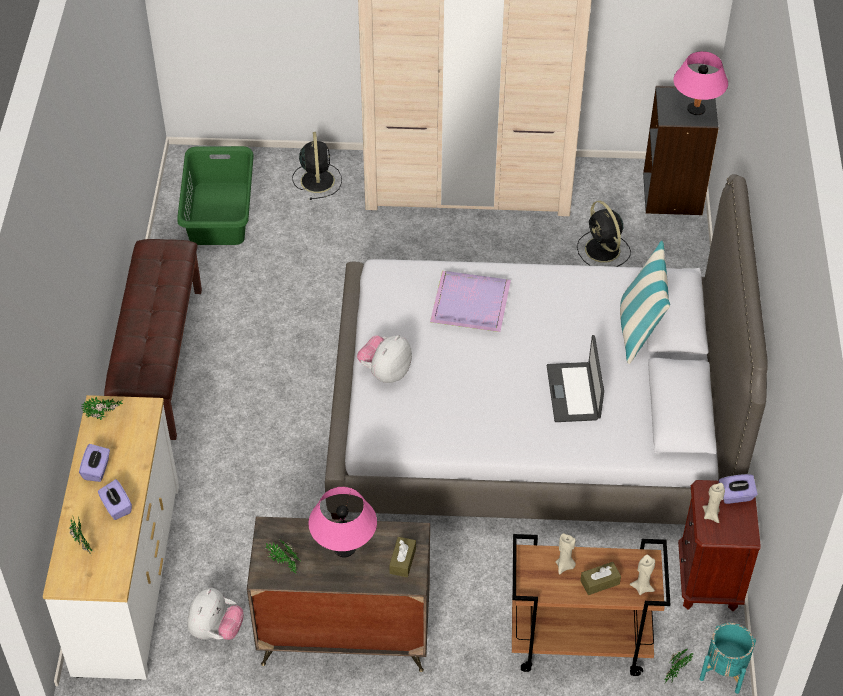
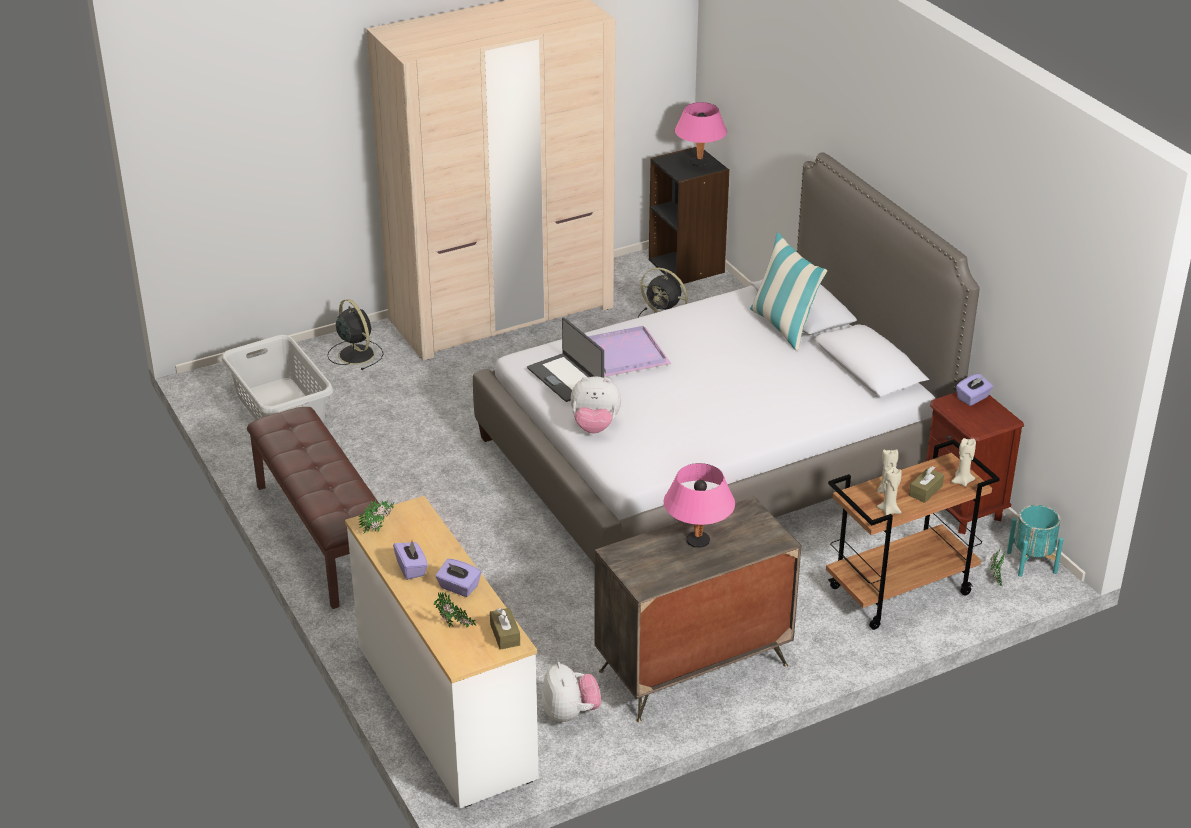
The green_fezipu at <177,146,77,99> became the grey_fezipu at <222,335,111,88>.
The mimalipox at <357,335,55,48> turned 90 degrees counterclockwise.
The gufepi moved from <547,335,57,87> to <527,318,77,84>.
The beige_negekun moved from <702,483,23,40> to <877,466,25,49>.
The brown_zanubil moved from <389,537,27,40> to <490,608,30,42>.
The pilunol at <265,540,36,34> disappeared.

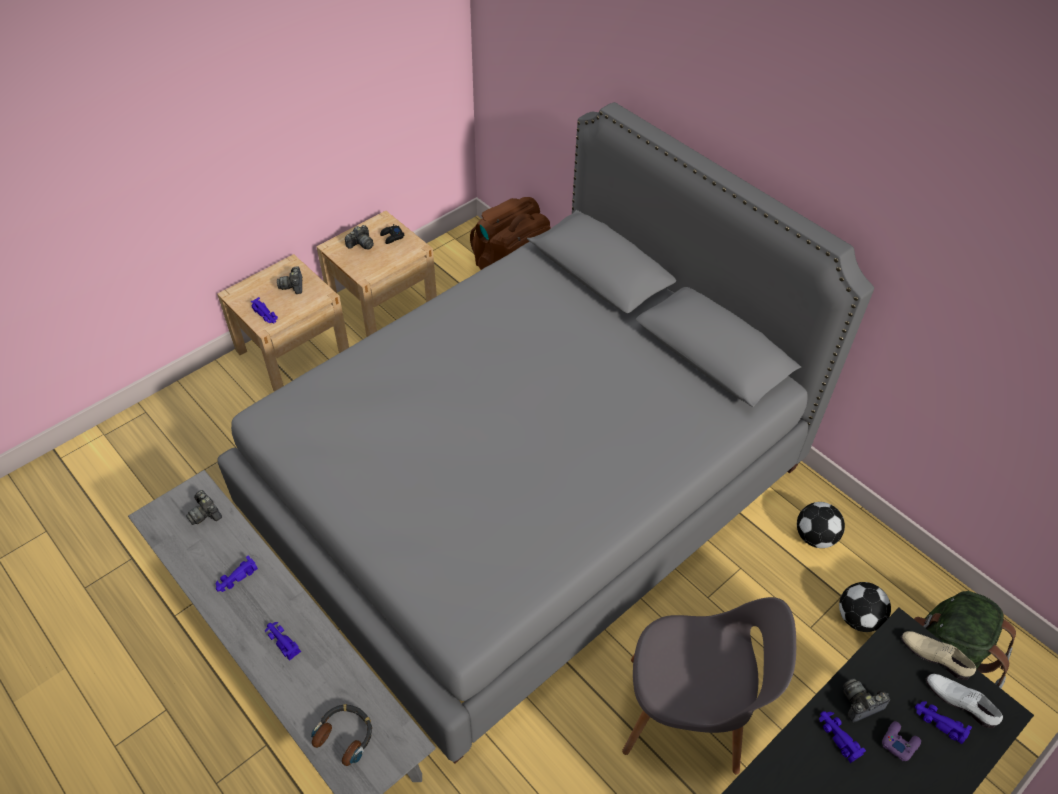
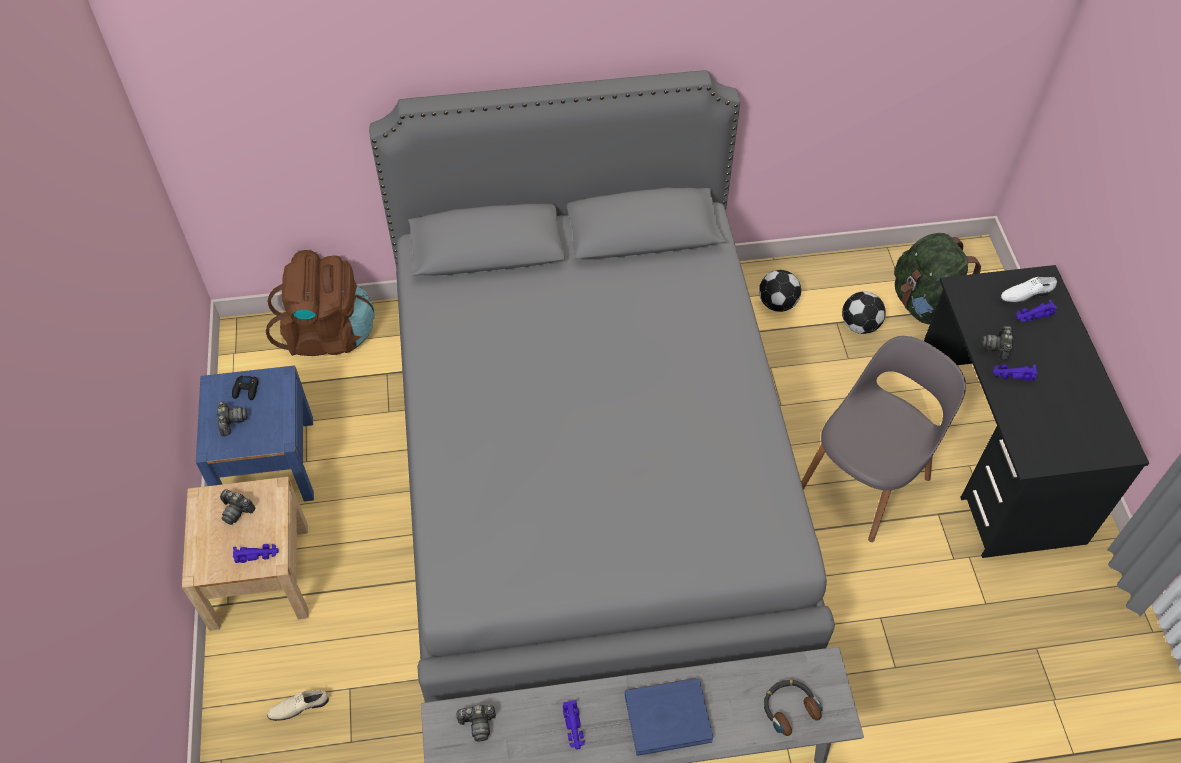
The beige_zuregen at <317,211,120,126> became the blue_zuregen at <196,365,118,136>.
The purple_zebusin at <265,622,36,39> was replaced by the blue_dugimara at <625,678,88,78>.
The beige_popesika moved from <901,631,75,49> to <267,690,62,31>.
The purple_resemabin at <882,721,39,40> disappeared.

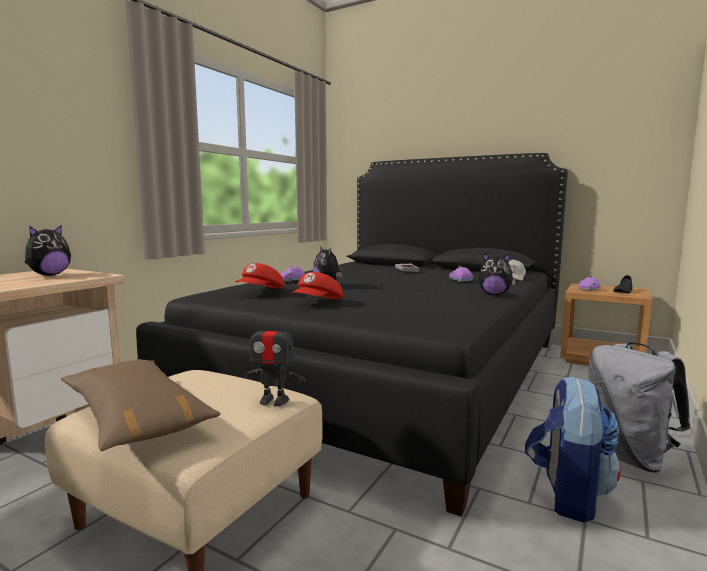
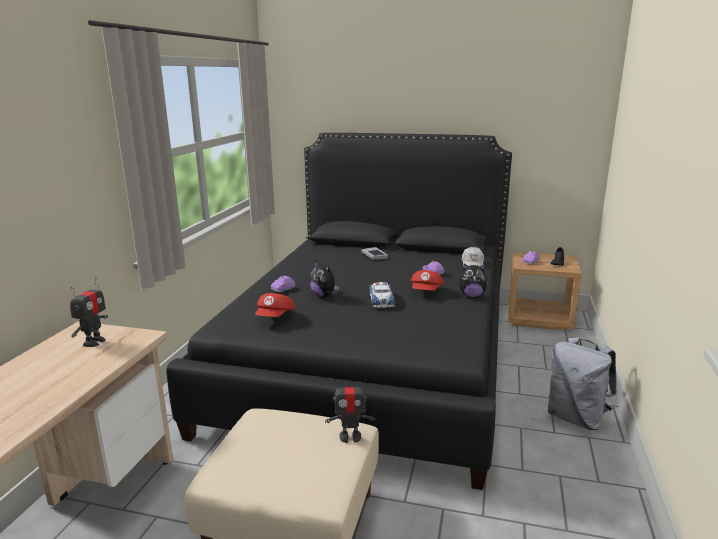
The mimalipox at <25,225,46,51> was replaced by the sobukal at <70,277,38,70>.
The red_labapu moved from <292,272,51,27> to <411,270,33,21>.
The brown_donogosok at <61,359,160,92> disappeared.
The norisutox at <525,375,96,147> disappeared.
The zebusin at <369,282,26,26> appeared.

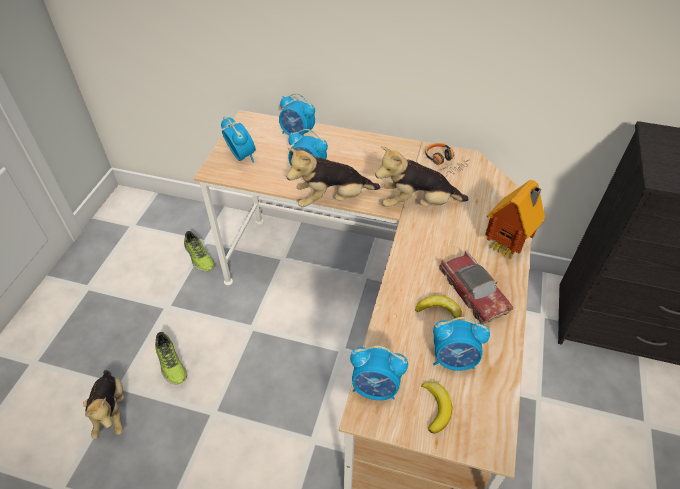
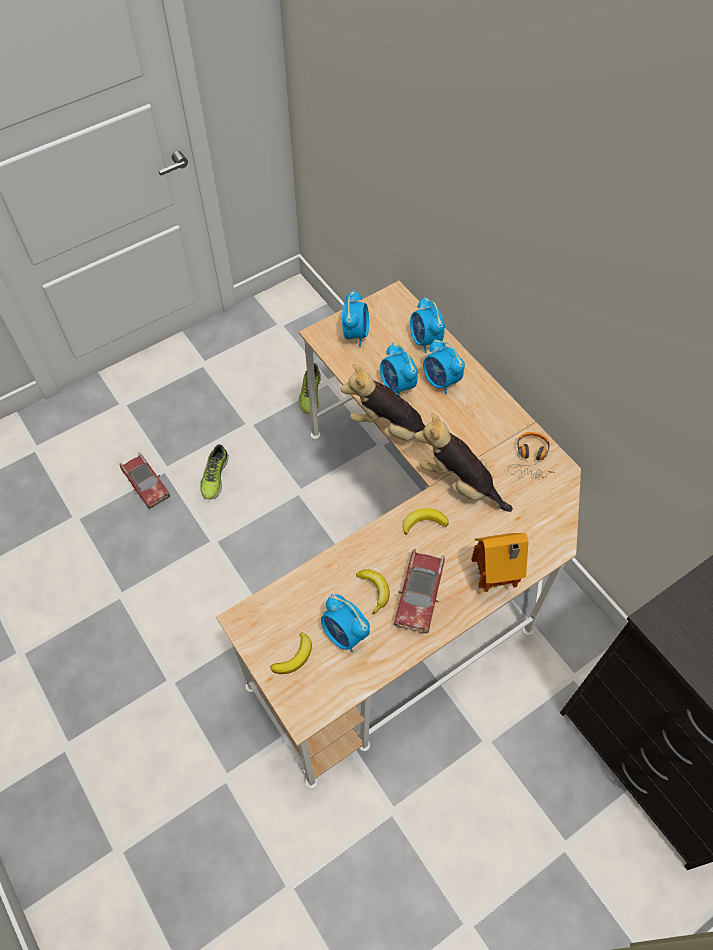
The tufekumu moved from <350,346,58,54> to <423,339,42,56>.
The mimalipox at <83,370,41,69> was replaced by the zebusin at <120,453,50,56>.
The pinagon at <403,508,46,27> appeared.

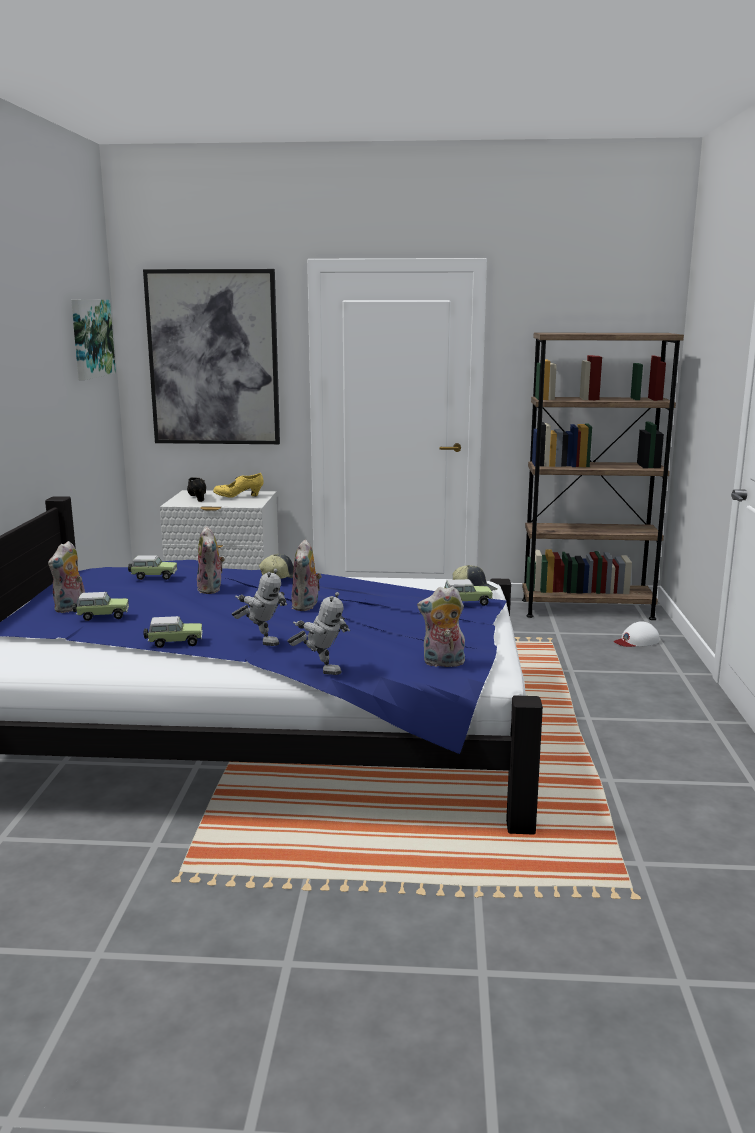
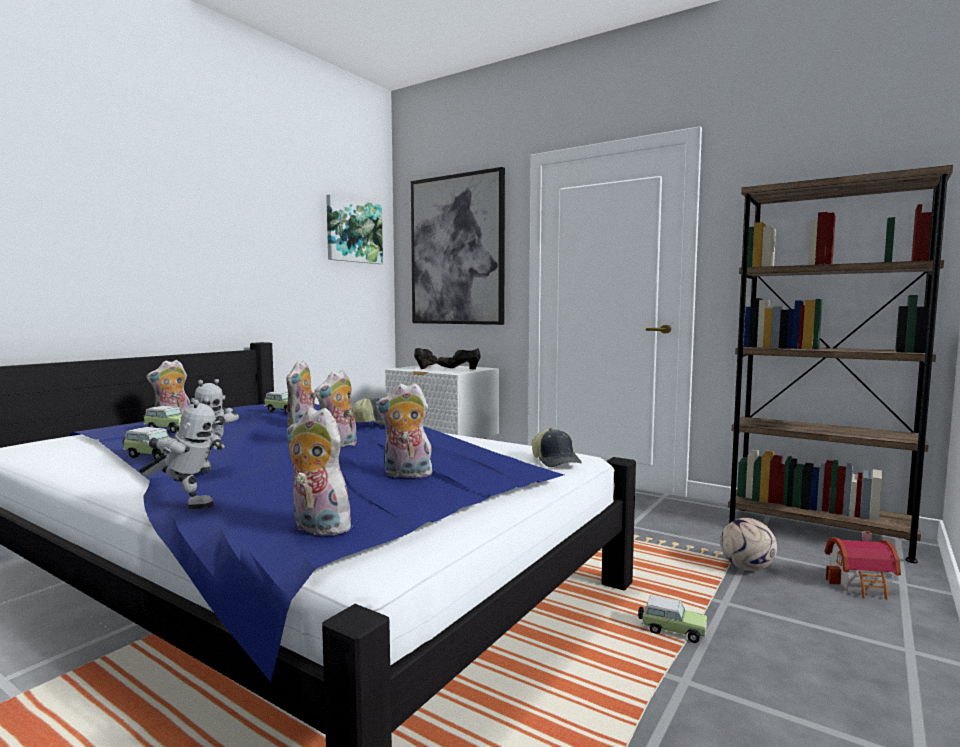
The yellow_popesika at <213,473,51,25> became the black_popesika at <437,348,44,21>.
The zebusin moved from <444,579,49,27> to <638,595,69,48>.
The sobukal at <287,592,63,83> turned 45 degrees counterclockwise.
The white_labapu at <614,621,45,26> was replaced by the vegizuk at <825,531,76,69>.
The mimalipox at <376,383,56,95> appeared.
The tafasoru at <720,518,57,53> appeared.

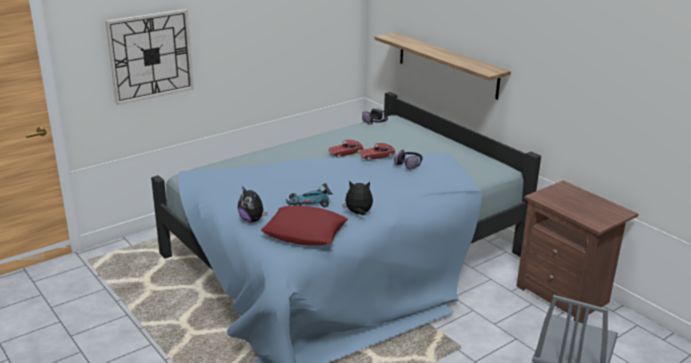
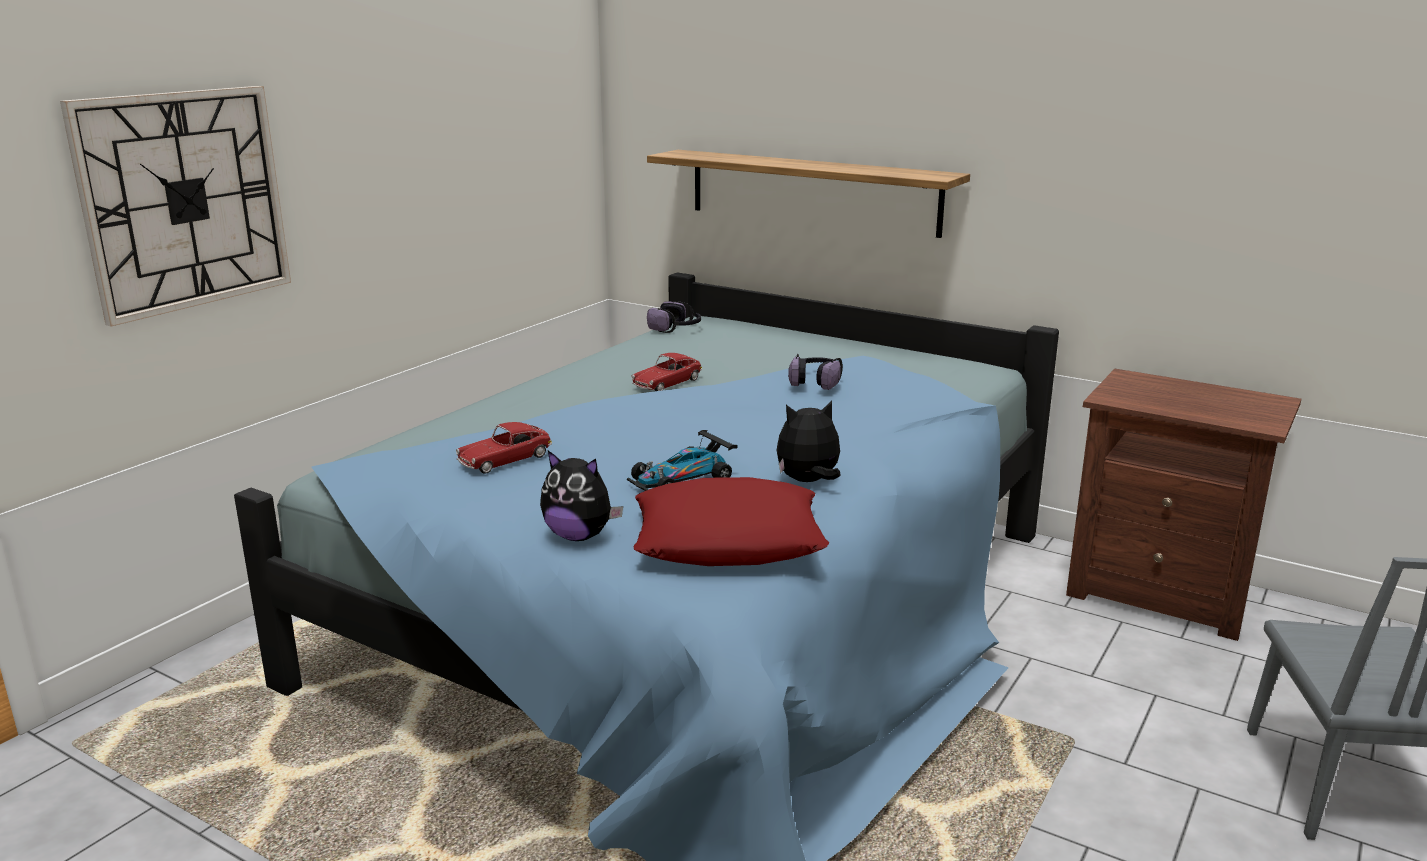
The zebusin moved from <359,143,37,18> to <456,422,96,52>.

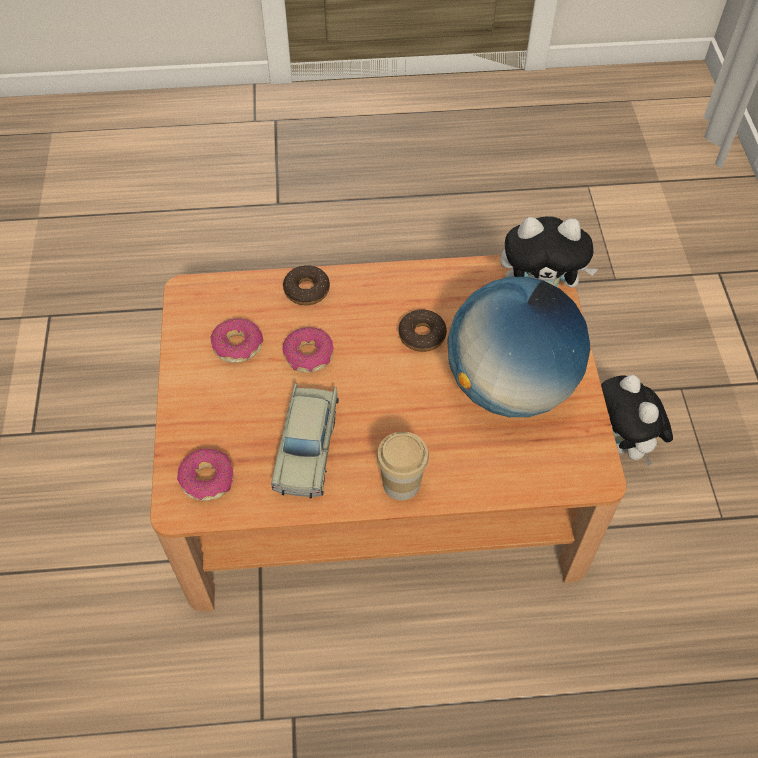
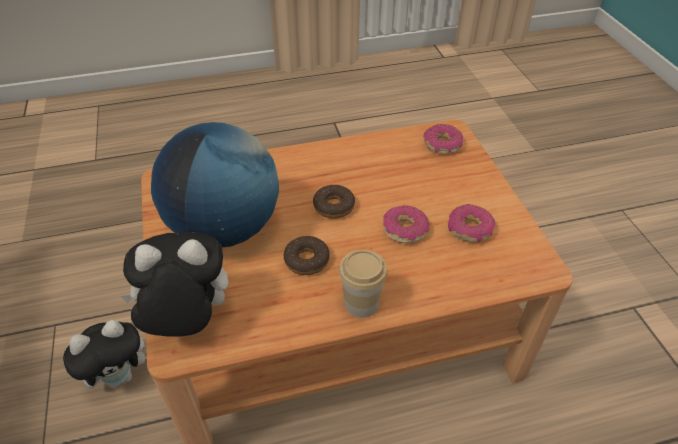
The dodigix moved from <283,265,47,40> to <313,185,42,34>.
The mimalipox at <601,375,72,91> turned 90 degrees clockwise.
The beige_zebusin at <271,383,68,116> disappeared.
The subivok moved from <377,431,52,69> to <339,250,49,68>.

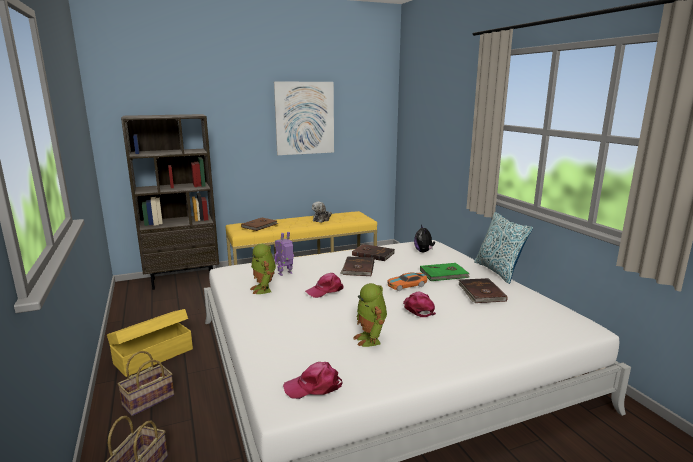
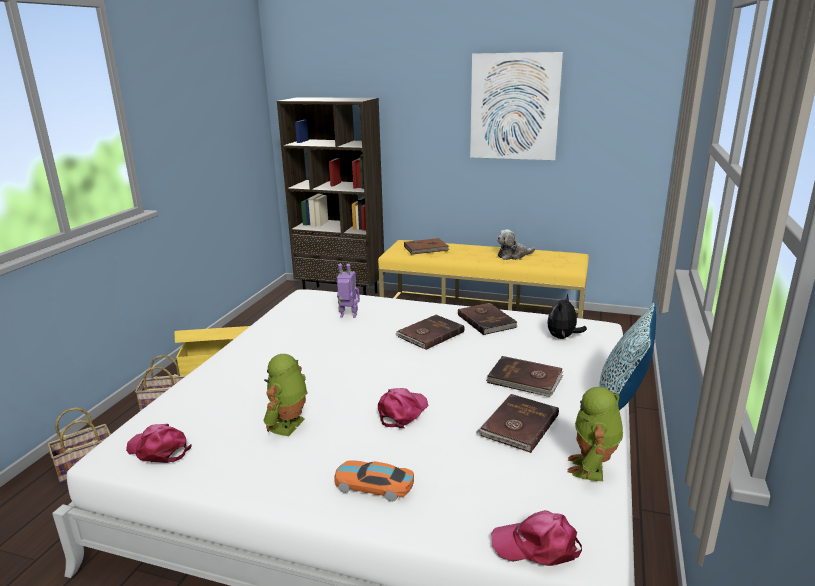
The sobukal moved from <250,244,26,50> to <568,387,55,94>.
The green_dugimara at <420,263,50,18> became the brown_dugimara at <486,356,77,41>.
The pink_labapu moved from <305,273,39,25> to <491,510,91,56>.
The zebusin moved from <387,273,40,18> to <334,460,80,42>.

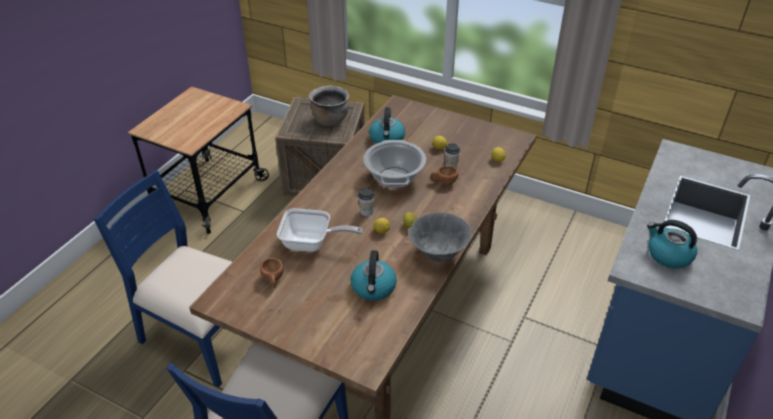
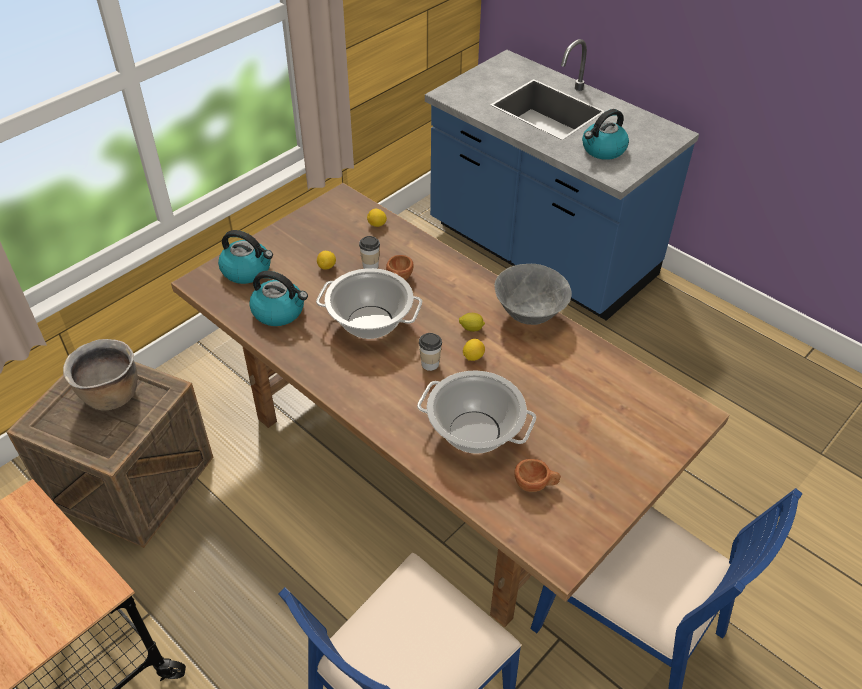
The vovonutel at <277,208,86,44> was replaced by the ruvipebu at <417,370,119,84>.
The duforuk moved from <351,250,46,51> to <218,230,55,54>.

